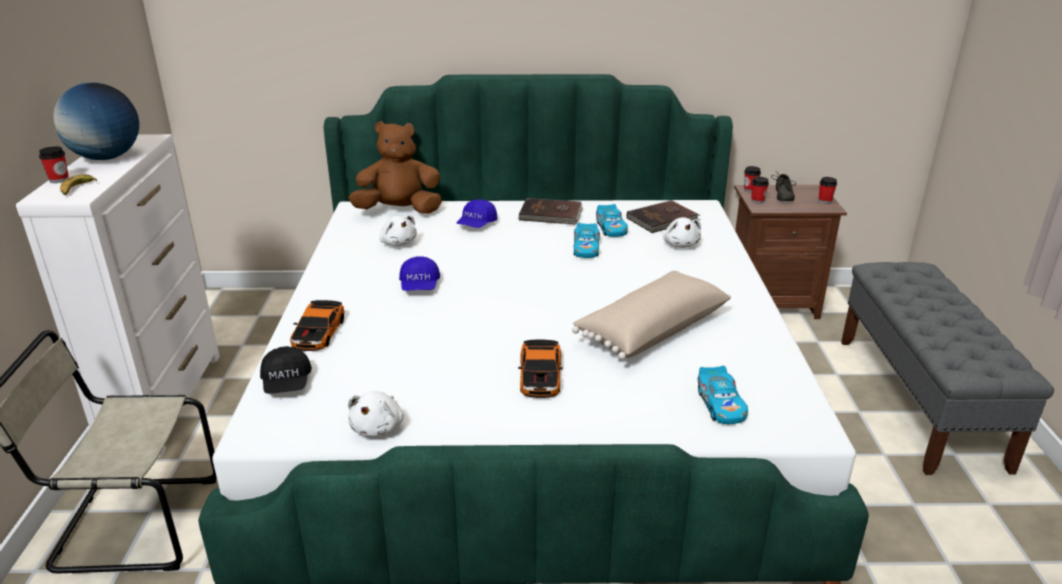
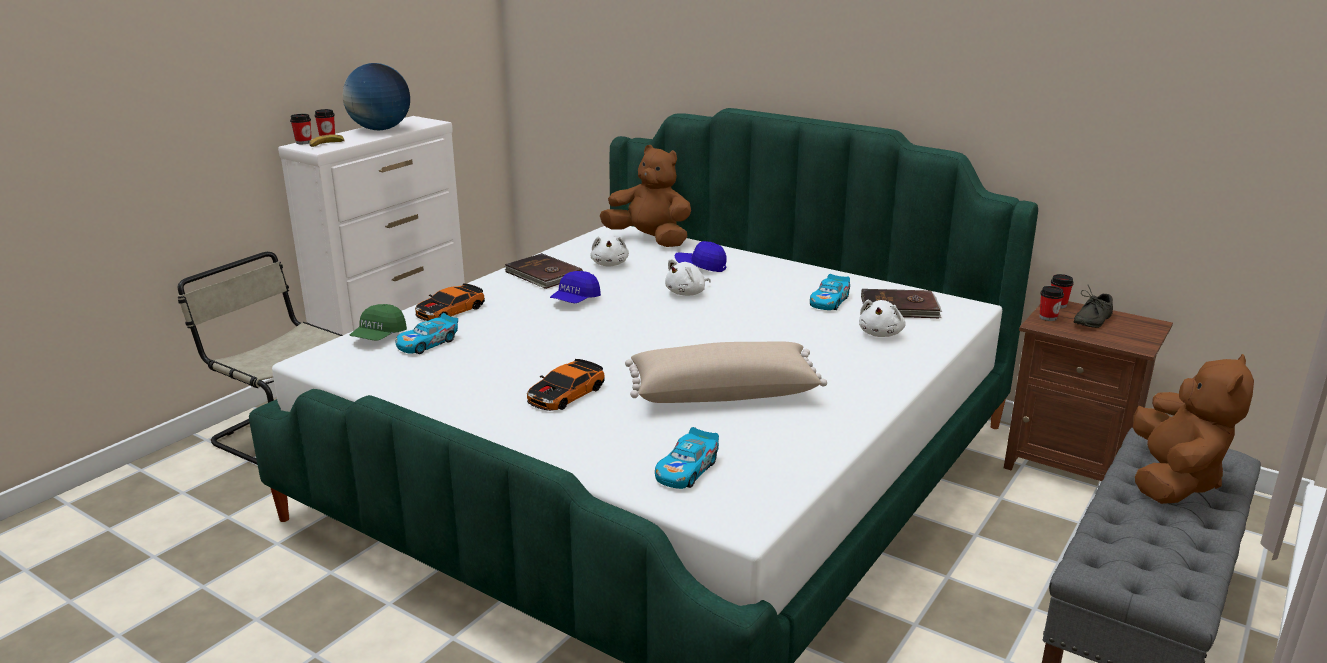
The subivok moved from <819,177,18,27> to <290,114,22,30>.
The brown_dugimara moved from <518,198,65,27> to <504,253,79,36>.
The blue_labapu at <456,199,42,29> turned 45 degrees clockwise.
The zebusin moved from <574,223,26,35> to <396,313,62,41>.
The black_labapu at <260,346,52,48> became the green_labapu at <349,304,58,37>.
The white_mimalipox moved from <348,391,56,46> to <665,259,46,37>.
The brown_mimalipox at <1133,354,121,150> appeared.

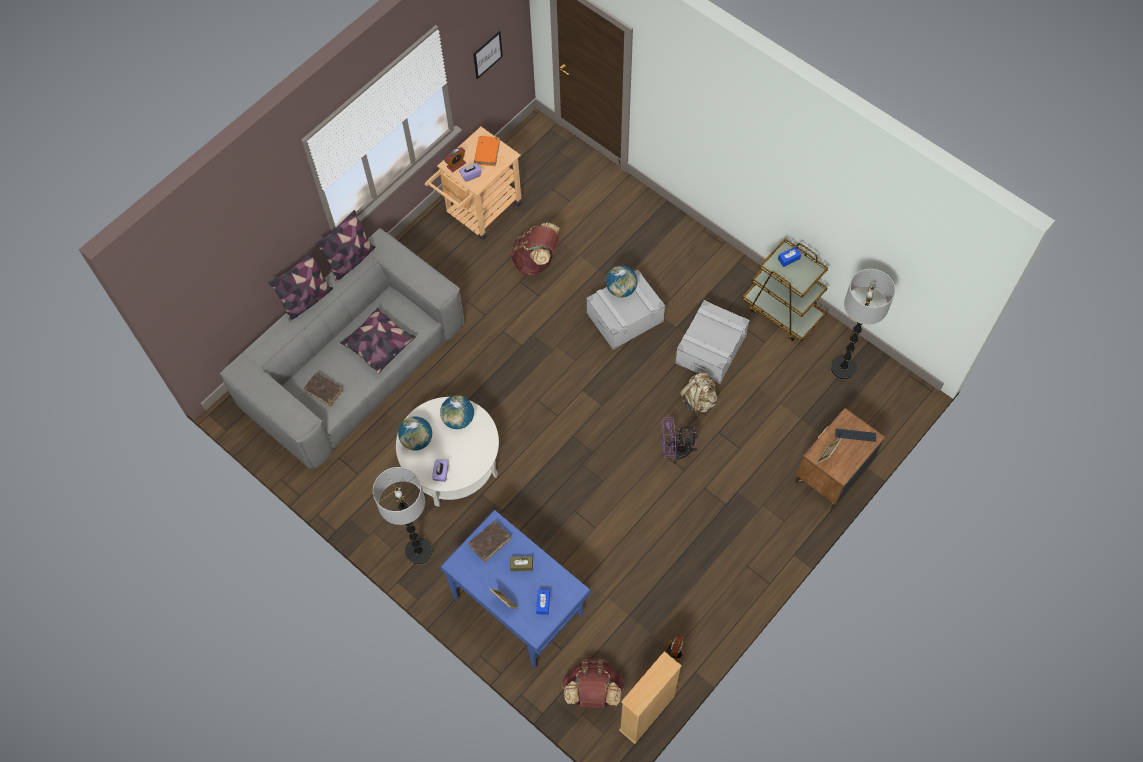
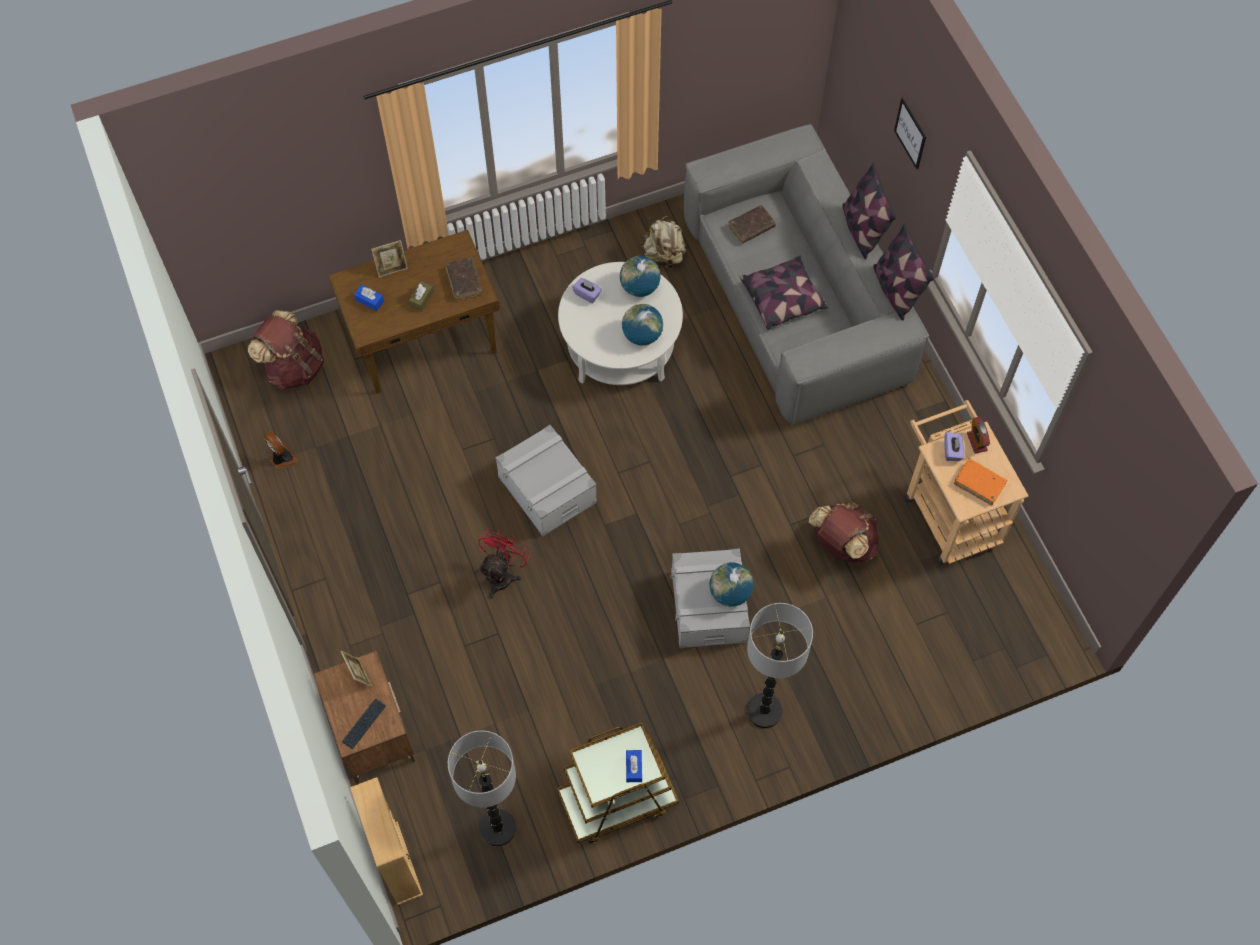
The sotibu moved from <473,31,30,48> to <894,98,32,71>.
The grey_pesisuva moved from <675,300,75,84> to <495,425,102,112>.
The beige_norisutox moved from <680,373,37,44> to <640,216,46,53>.
The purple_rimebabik at <662,417,36,47> became the red_rimebabik at <478,528,53,70>.
The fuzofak moved from <373,467,60,98> to <747,603,66,125>.
The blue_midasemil at <440,510,150,158> became the brown_midasemil at <328,230,172,164>.
The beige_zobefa moved from <619,651,63,93> to <350,777,73,128>.

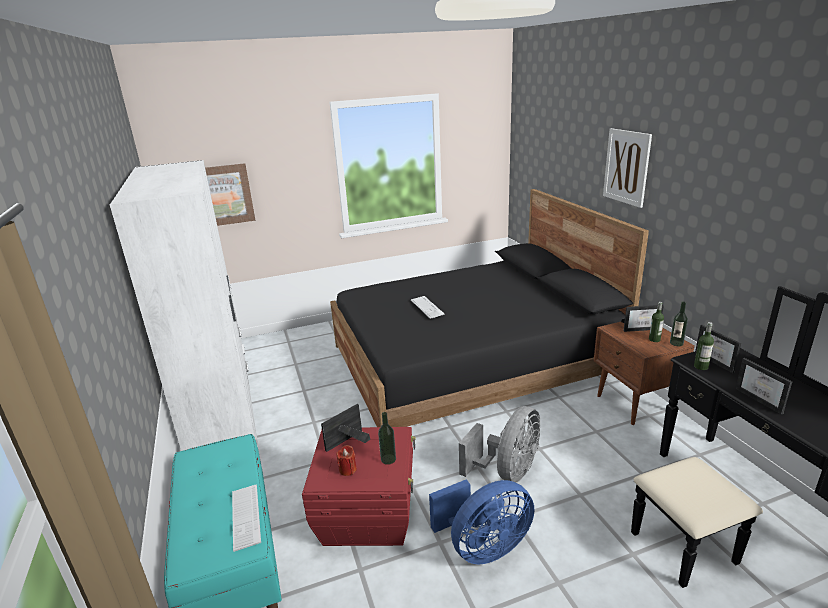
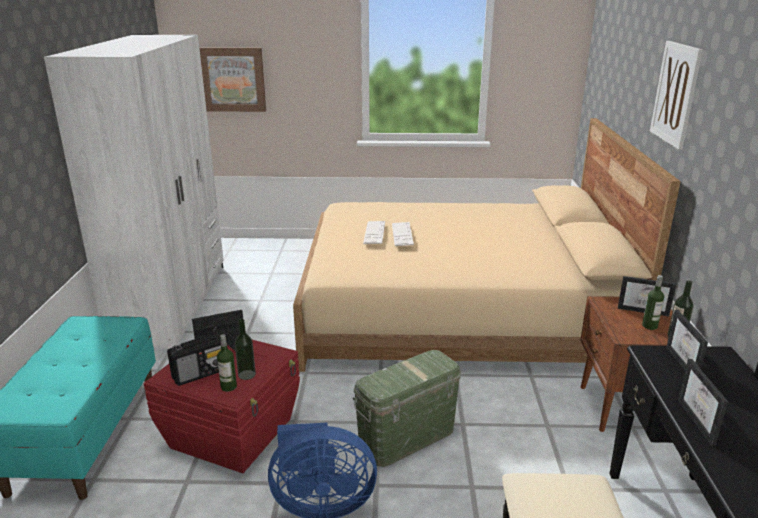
The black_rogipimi at <330,189,319,238> became the beige_rogipimi at <293,118,388,254>.
The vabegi moved from <694,322,20,48> to <217,334,20,58>.
The grey_rimebabik at <459,406,81,77> was replaced by the green_pesisuva at <353,350,108,117>.
The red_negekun at <336,445,21,31> was replaced by the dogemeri at <167,334,54,52>.
The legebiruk moved from <232,484,29,68> to <363,221,22,23>.

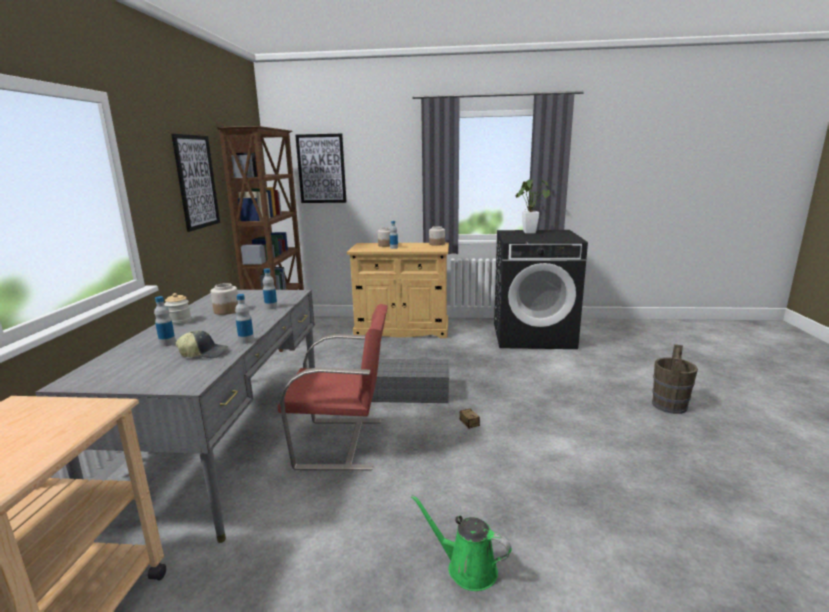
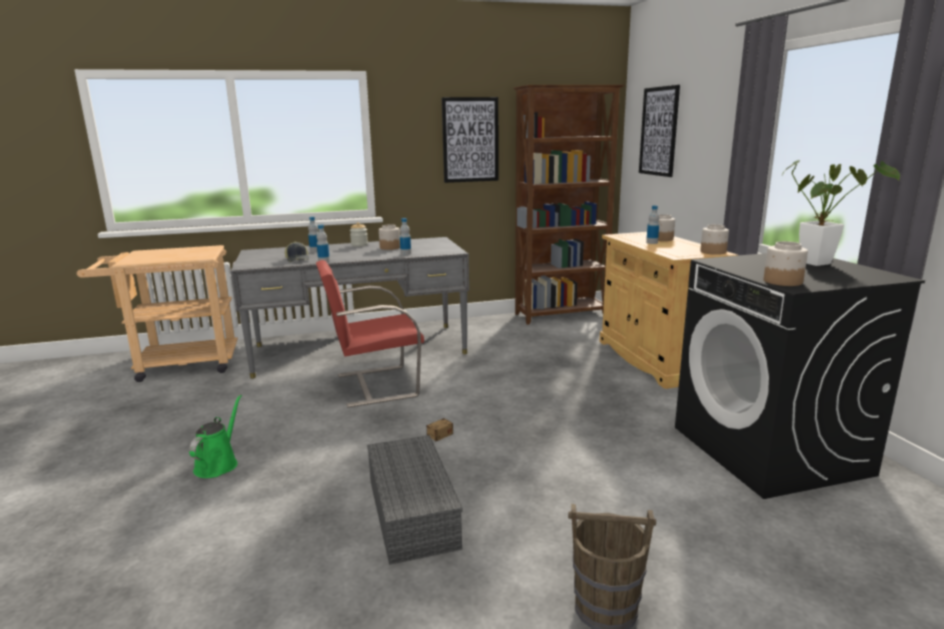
The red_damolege at <278,304,110,166> turned 90 degrees clockwise.
The grey_pesisuva moved from <372,359,77,44> to <367,435,96,130>.
The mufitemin at <764,241,44,45> appeared.

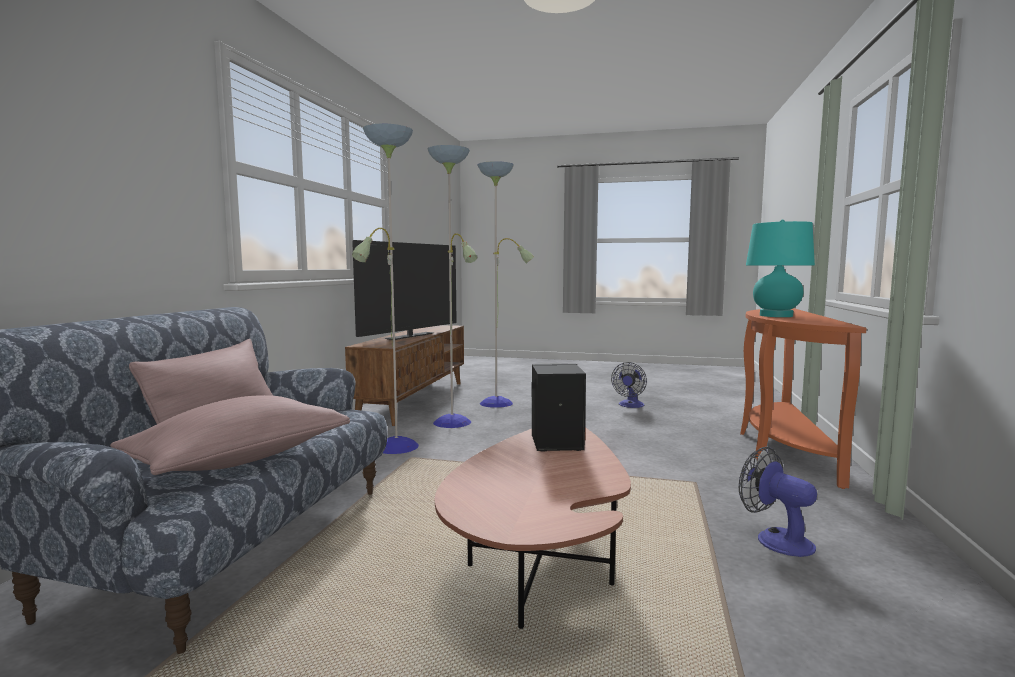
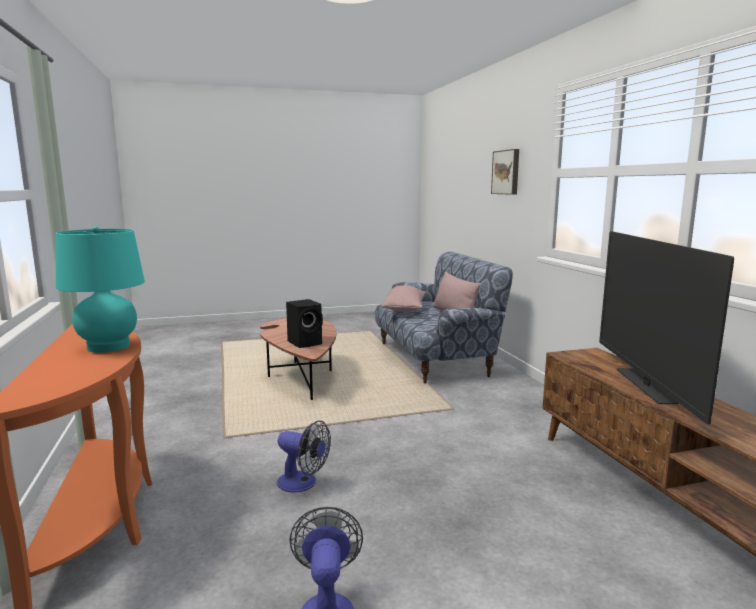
The fuzofak at <352,123,182,331> disappeared.
The rimebabik moved from <739,447,78,110> to <277,420,54,72>.
The sotibu at <491,149,28,46> appeared.

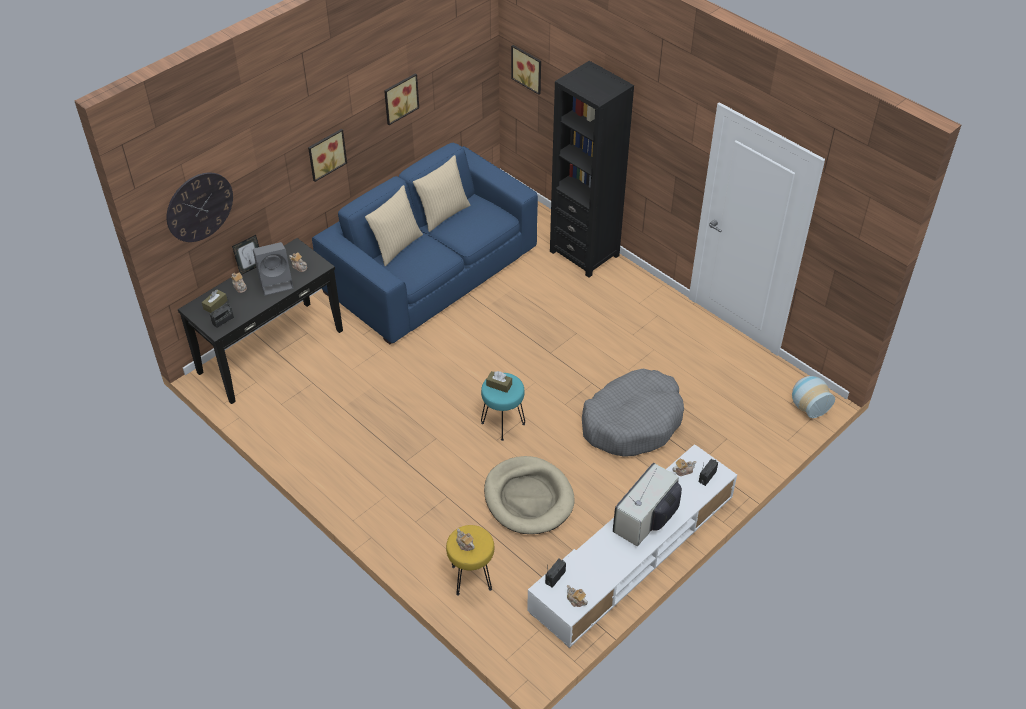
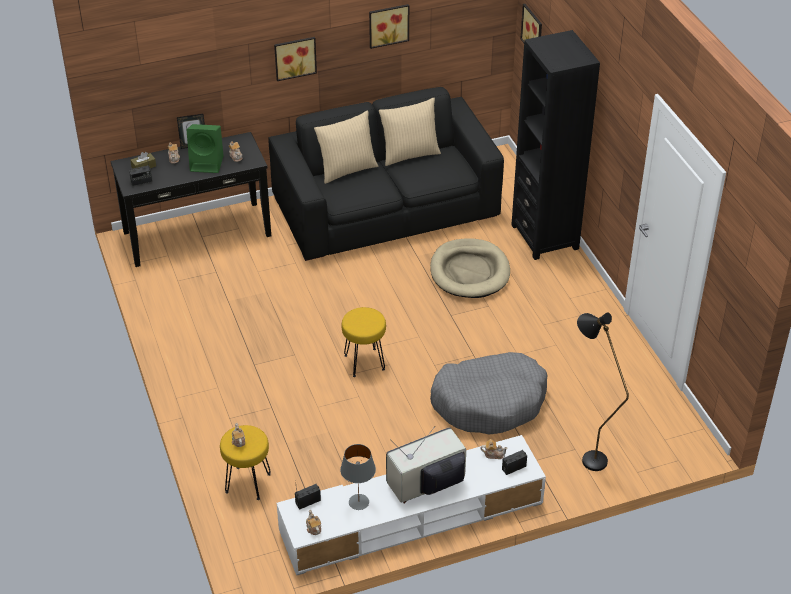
The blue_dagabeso at <312,143,226,201> became the black_dagabeso at <268,87,236,174>.
The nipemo at <166,172,67,70> disappeared.
The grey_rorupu at <253,242,40,53> became the green_rorupu at <187,124,37,49>.
The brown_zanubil at <486,371,26,22> disappeared.
The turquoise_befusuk at <481,373,44,68> became the yellow_befusuk at <341,307,45,70>.
The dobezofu at <792,376,43,42> disappeared.
The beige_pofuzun moved from <484,456,91,78> to <430,238,80,60>.
The black_fuzofak at <577,312,52,159> appeared.
The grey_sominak at <340,444,36,66> appeared.

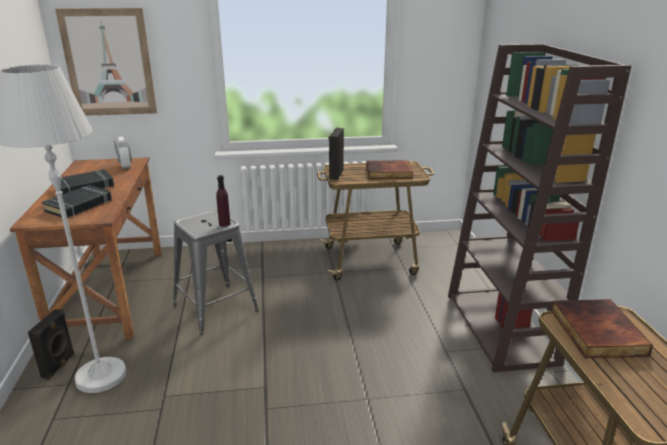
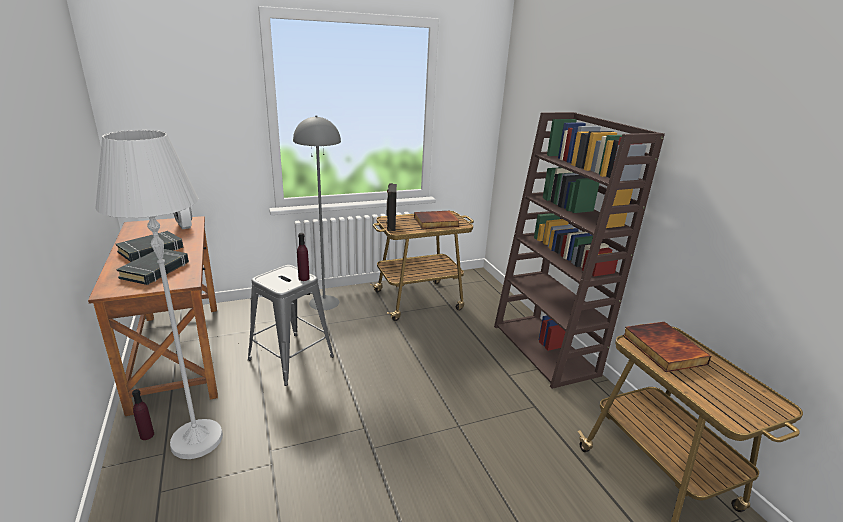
The sotibu at <55,8,102,108> disappeared.
The black_rorupu at <28,309,47,70> was replaced by the purple_vabegi at <132,389,22,51>.
The grey_fuzofak at <293,115,48,195> appeared.

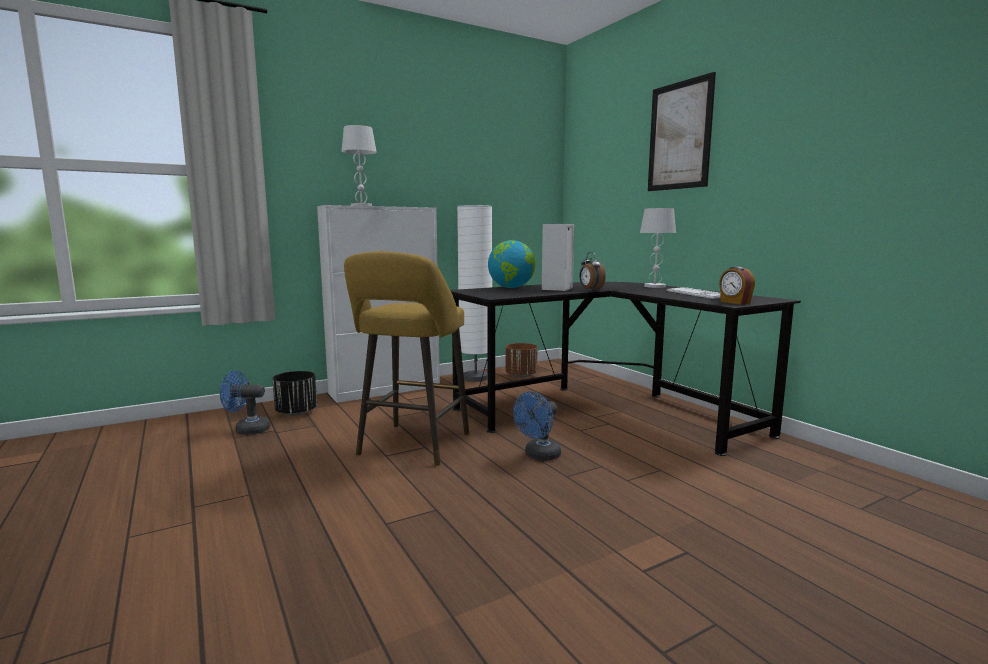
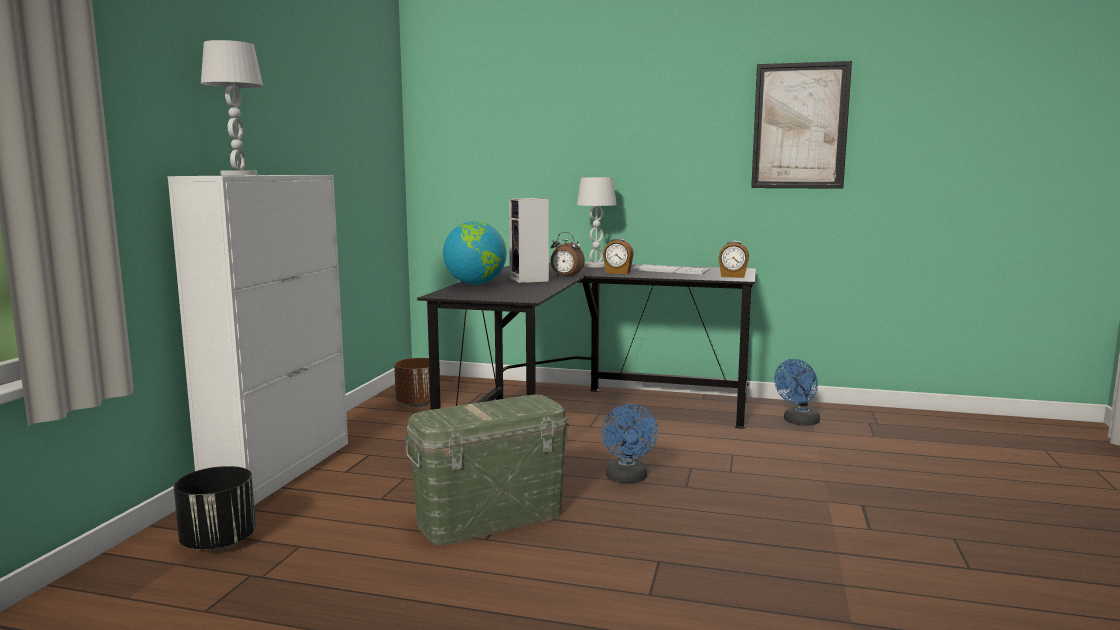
The sotibu moved from <648,72,68,119> to <751,61,101,128>.
The white_fuzofak at <457,205,35,177> disappeared.
The yellow_befusuk at <344,251,125,215> was replaced by the green_pesisuva at <404,394,165,151>.
The blue_rimebabik moved from <220,370,50,65> to <774,359,46,67>.
The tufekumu at <603,238,31,36> appeared.

